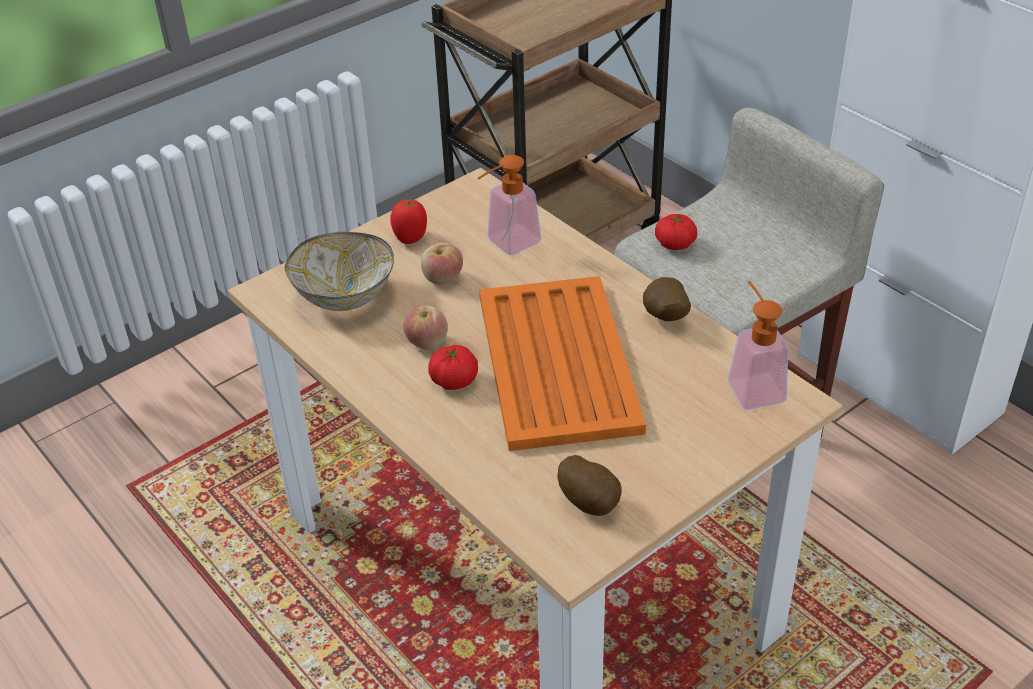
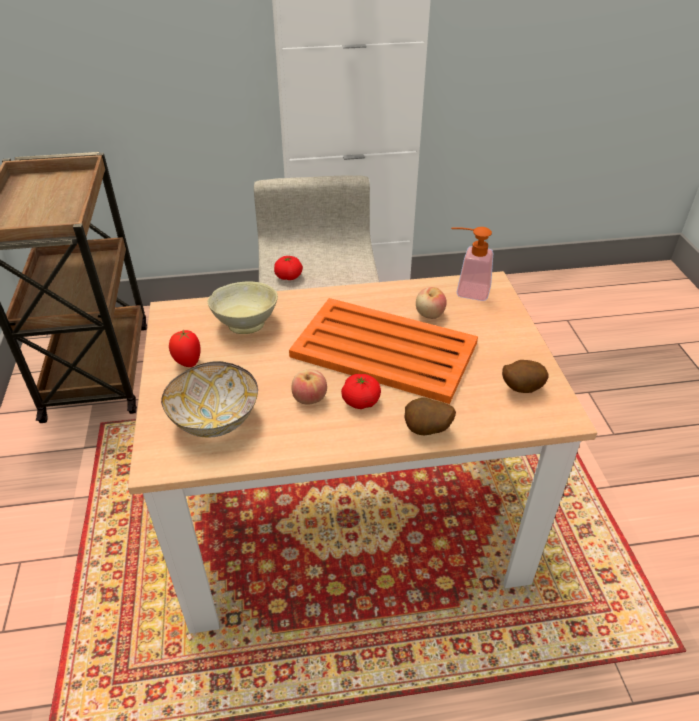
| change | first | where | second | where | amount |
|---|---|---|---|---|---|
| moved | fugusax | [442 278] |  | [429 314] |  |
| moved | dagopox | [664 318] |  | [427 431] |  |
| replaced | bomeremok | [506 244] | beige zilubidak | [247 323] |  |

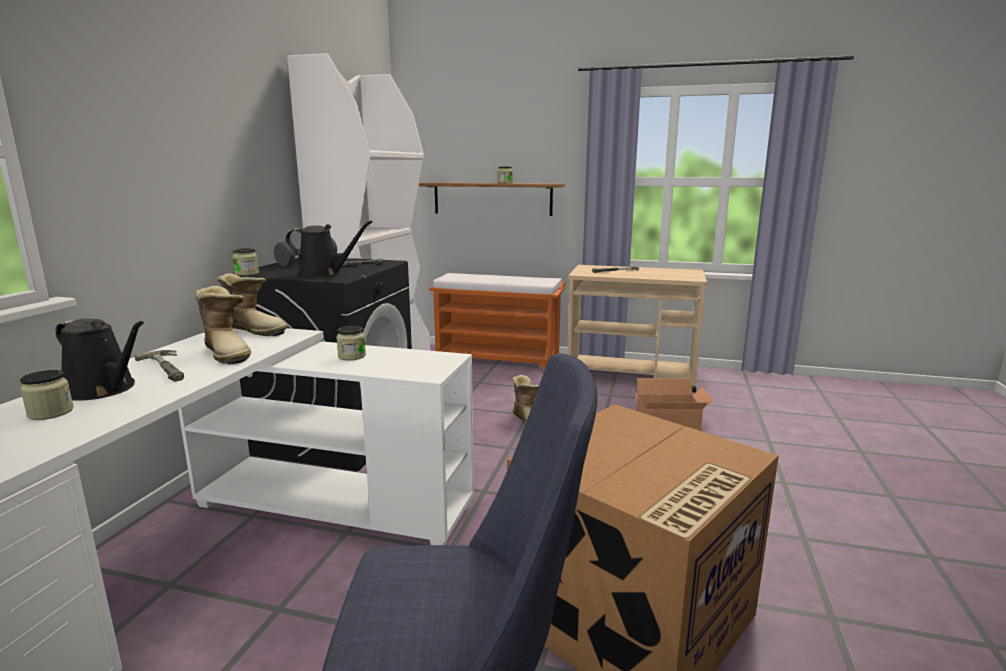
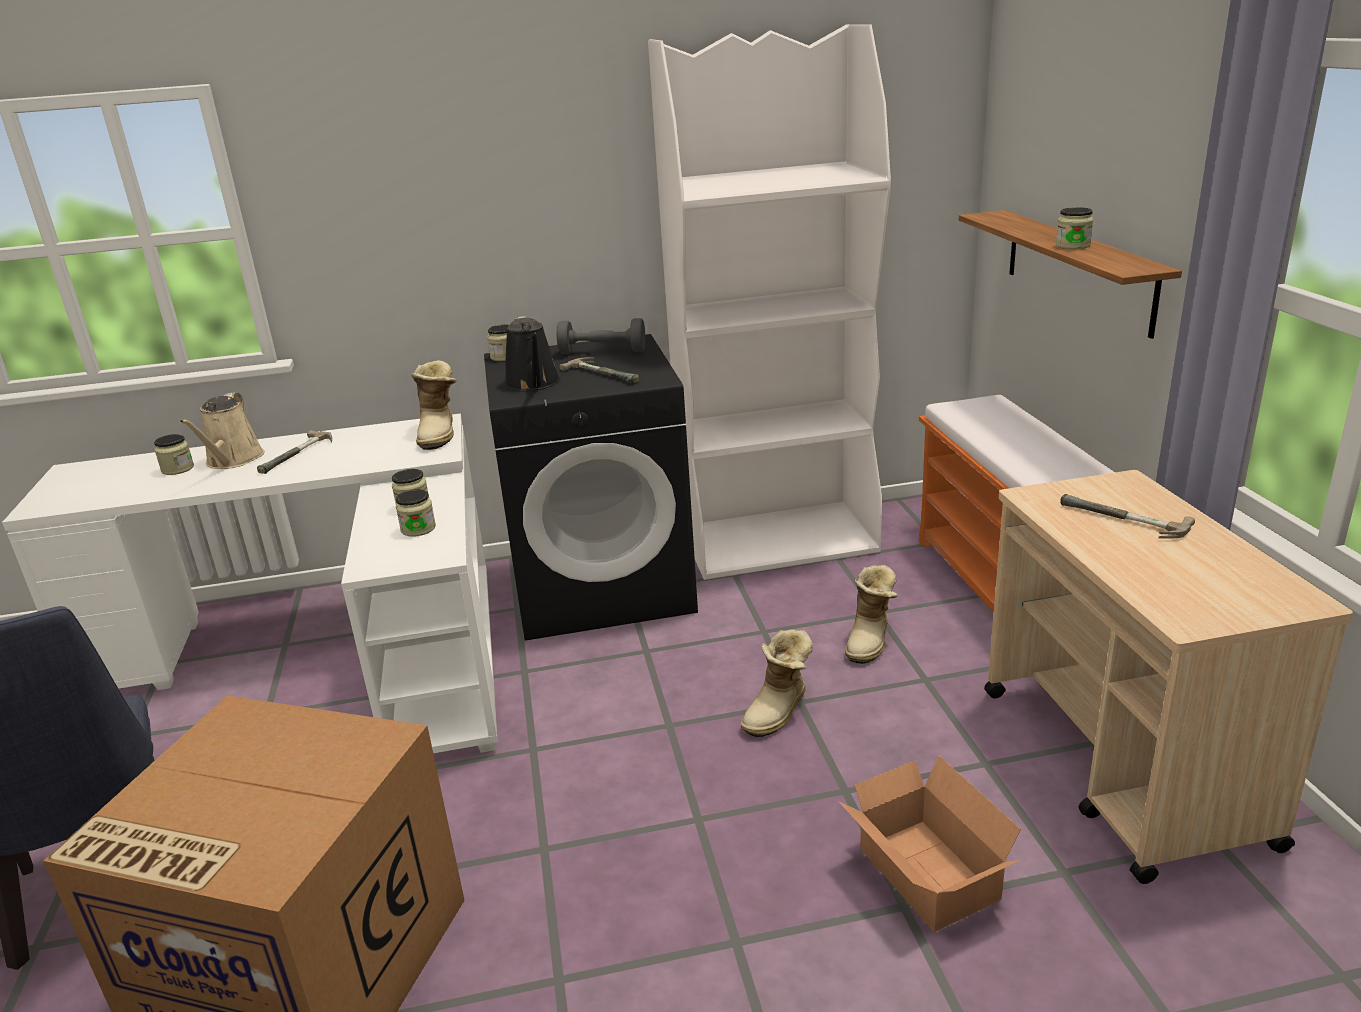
| change | first | where | second | where | amount |
|---|---|---|---|---|---|
| added |  |  | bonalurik | [418 529] |  |
| moved | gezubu | [228 353] |  | [871 641] |  |
| recoloured | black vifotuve | [104 390] | beige vifotuve | [232 460] |  |

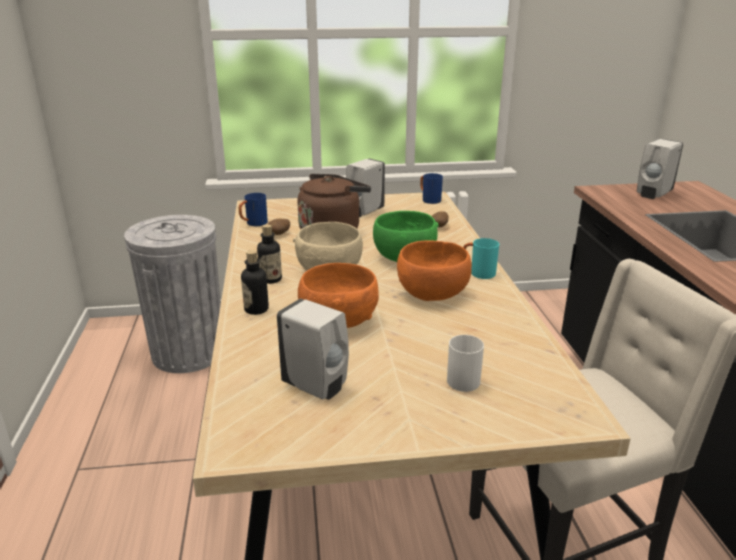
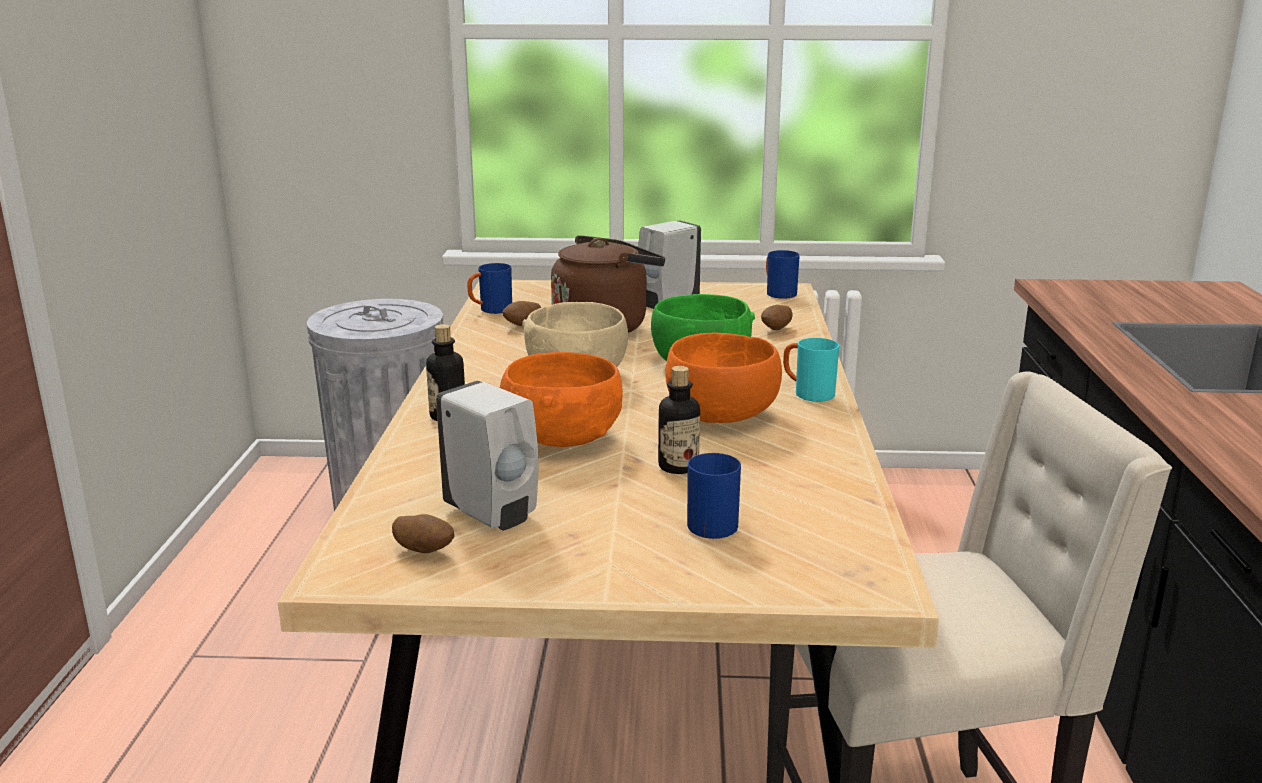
| change | first | where | second | where | amount |
|---|---|---|---|---|---|
| removed | white bomeremok | [653 194] |  |  |  |
| added |  |  | dagopox | [424 552] |  |
| moved | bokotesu | [270 279] |  | [678 467] |  |
| recoloured | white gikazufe | [463 378] | blue gikazufe | [716 522] |  |

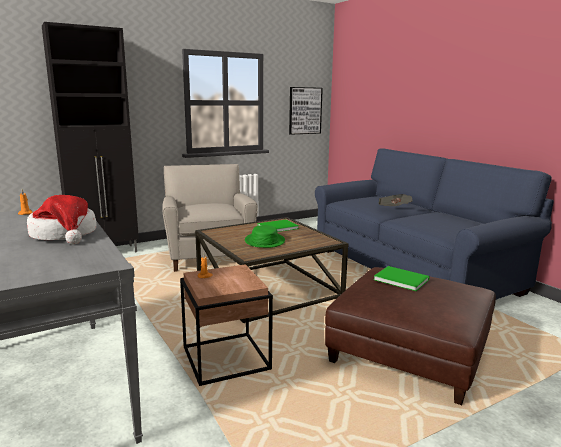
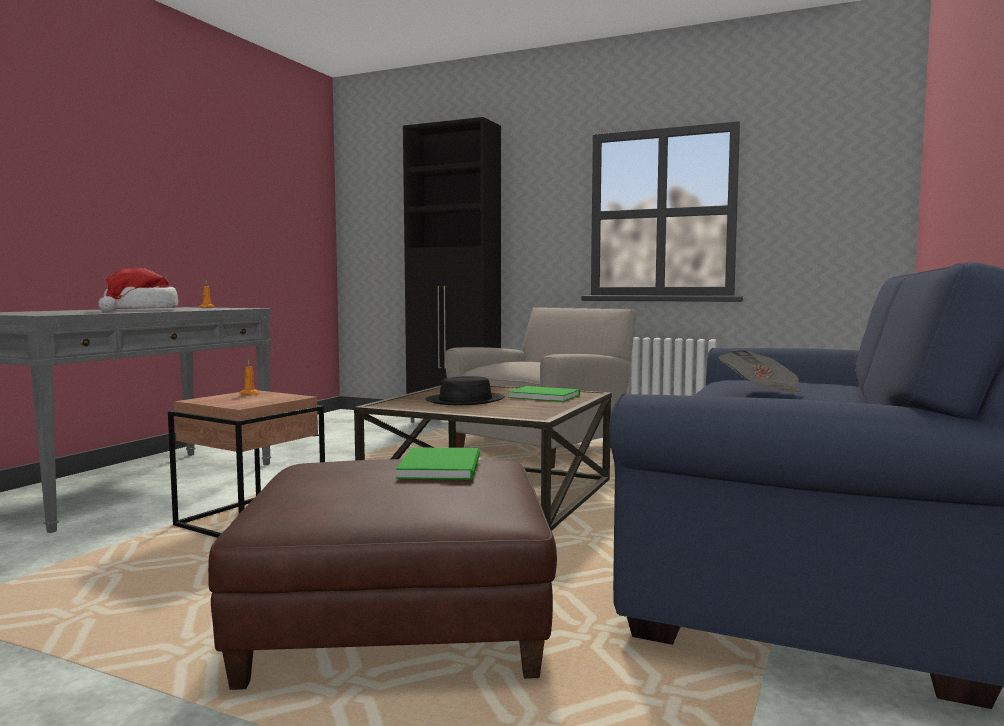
| change | first | where | second | where | amount |
|---|---|---|---|---|---|
| removed | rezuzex | [305 110] |  |  |  |
| recoloured | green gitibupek | [264 241] | black gitibupek | [465 400] |  |

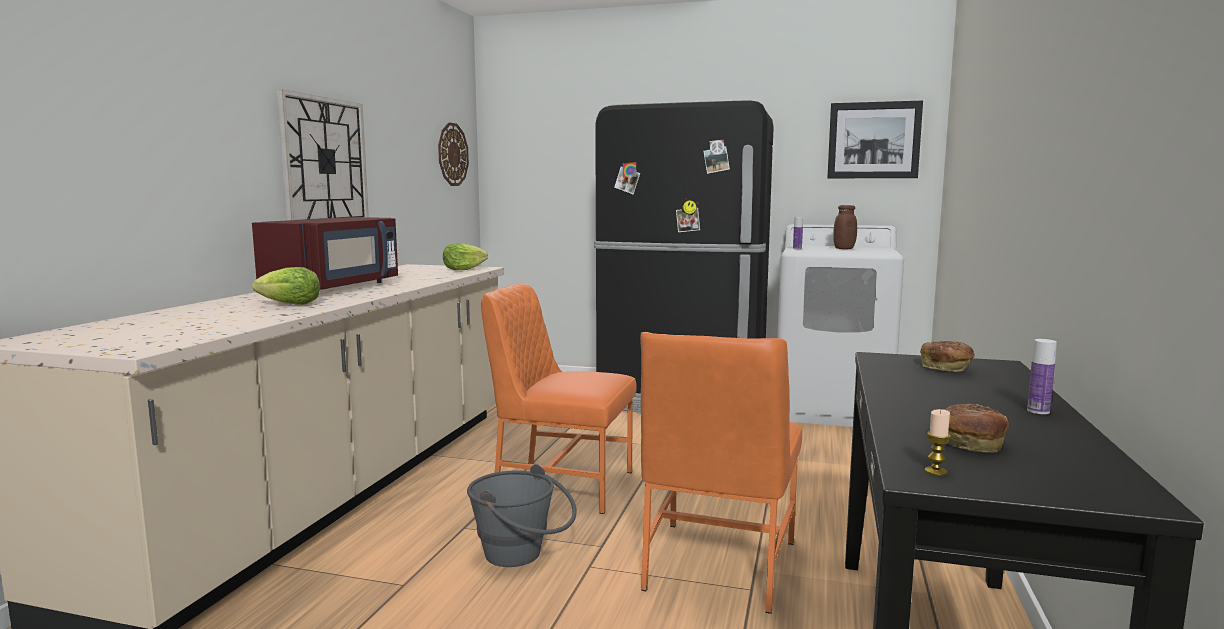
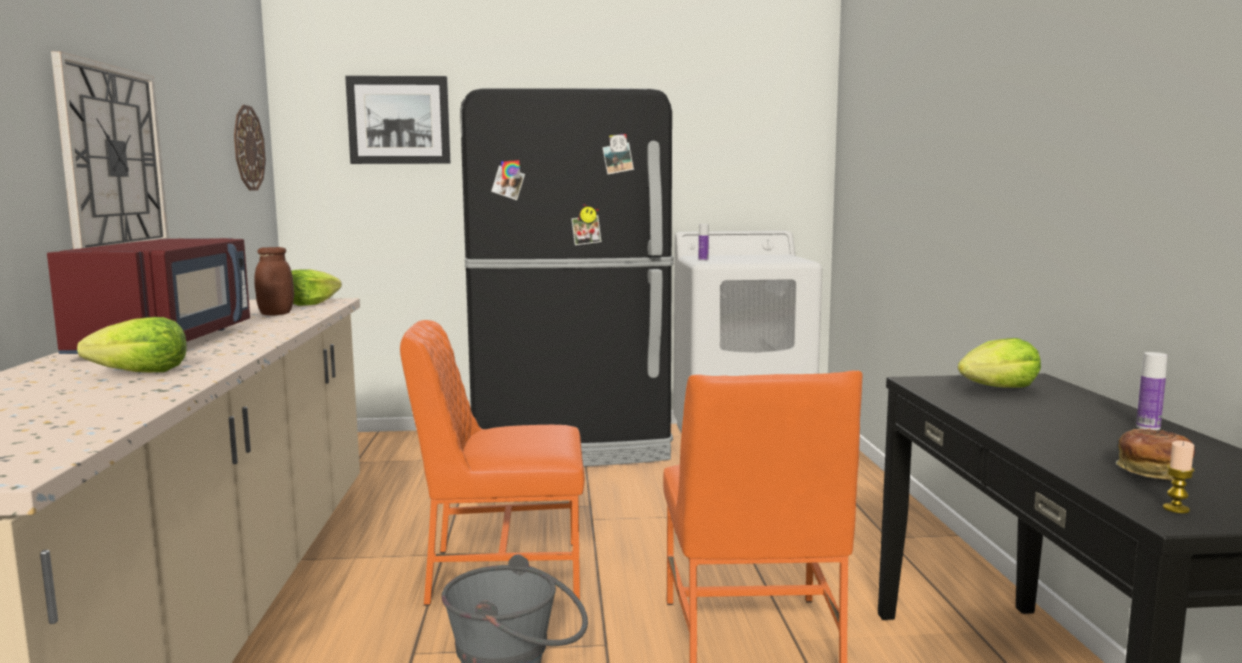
| change | first | where | second | where | amount |
|---|---|---|---|---|---|
| moved | rezuzex | [873 140] |  | [398 120] |  |
| moved | brown bonalurik | [844 248] |  | [276 314] |  |
| replaced | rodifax | [946 368] | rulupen | [999 388] |  |

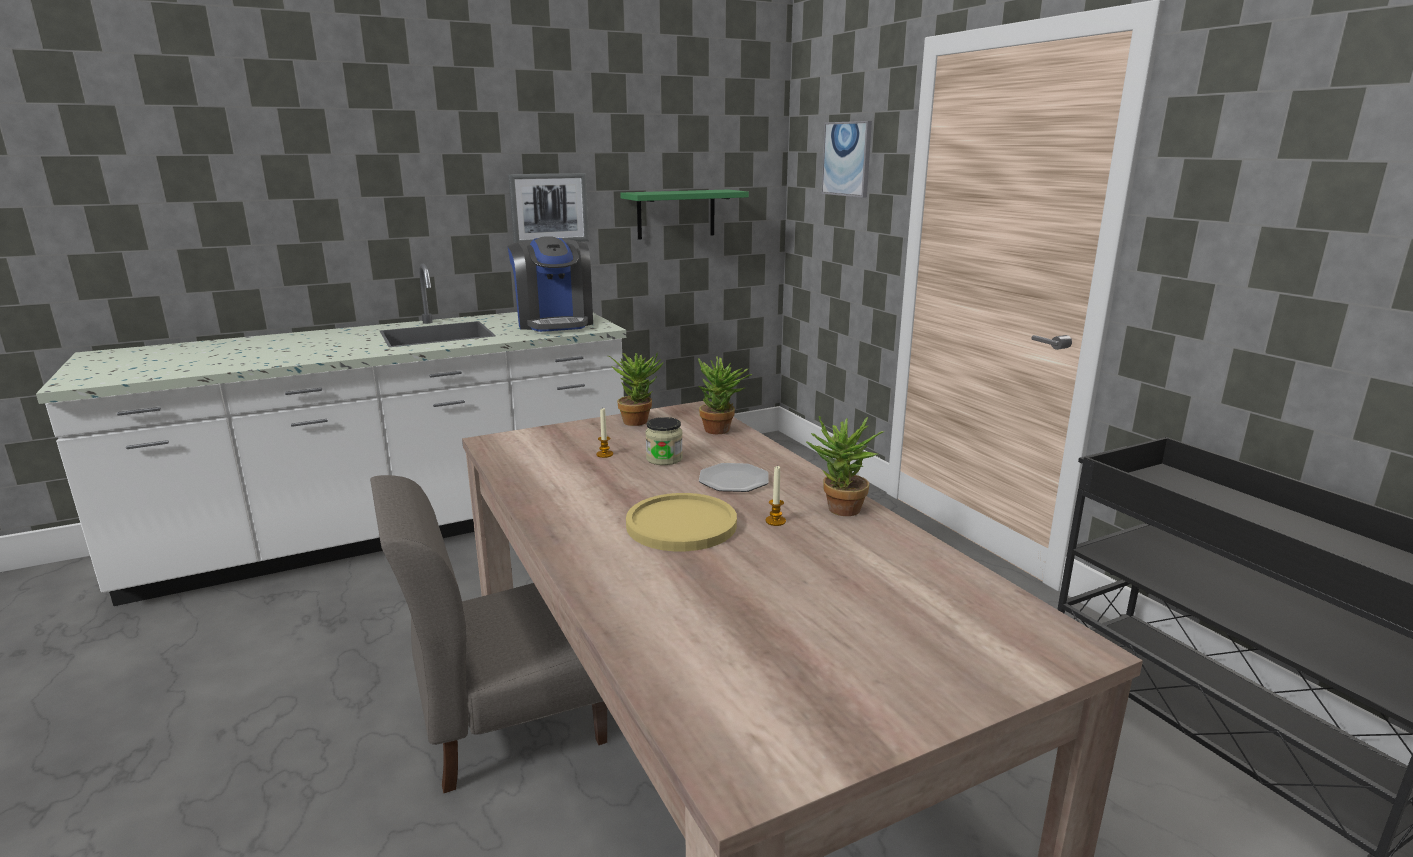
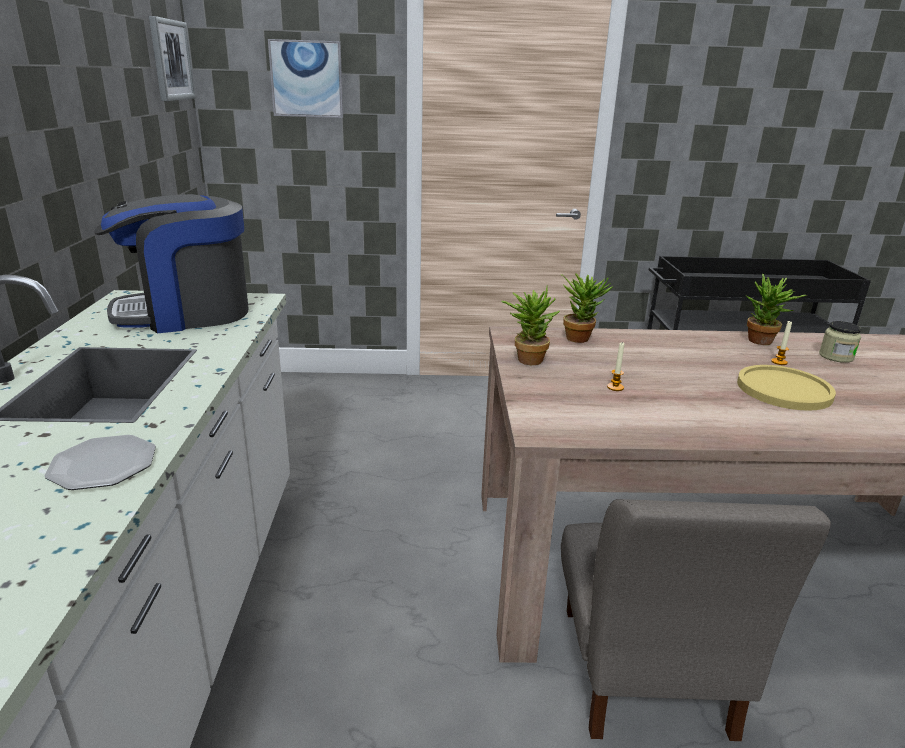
| change | first | where | second | where | amount |
|---|---|---|---|---|---|
| removed | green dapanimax | [676 214] |  |  |  |
| moved | rezuzex | [549 208] |  | [171 60] |  |
| moved | bonalurik | [664 459] |  | [836 356] |  |
| moved | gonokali | [733 480] |  | [102 465] |  |
| turned | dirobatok | [554 323] |  | [186 313] | 150 degrees clockwise |

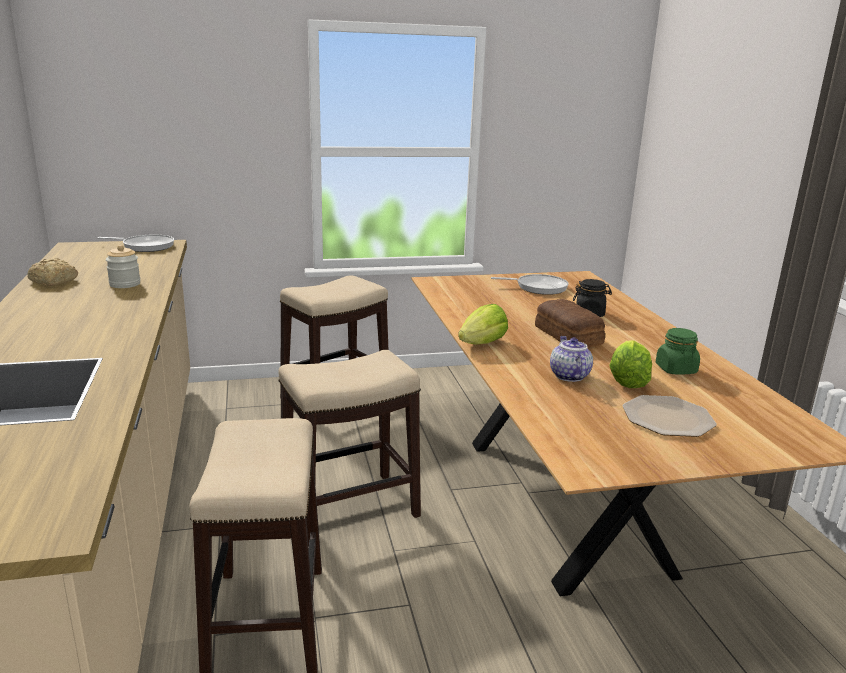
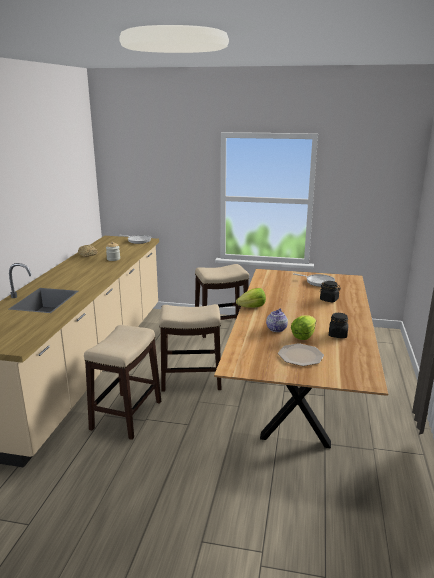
| change | first | where | second | where | amount |
|---|---|---|---|---|---|
| removed | rodifax | [567 336] |  |  |  |
| recoloured | green bonalurik | [675 369] | black bonalurik | [337 334] |  |

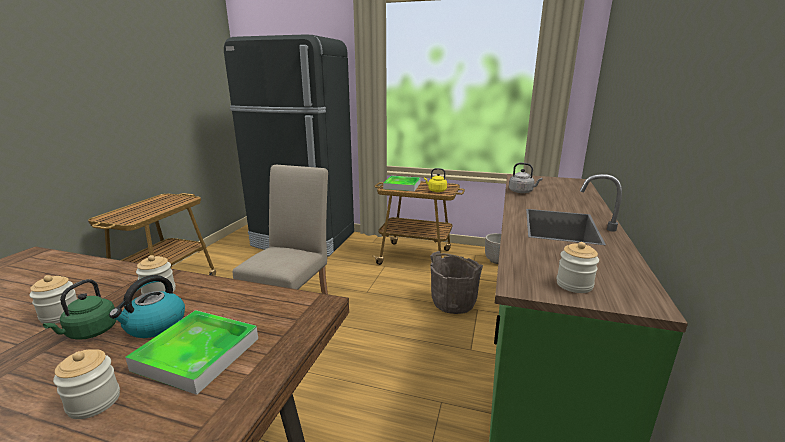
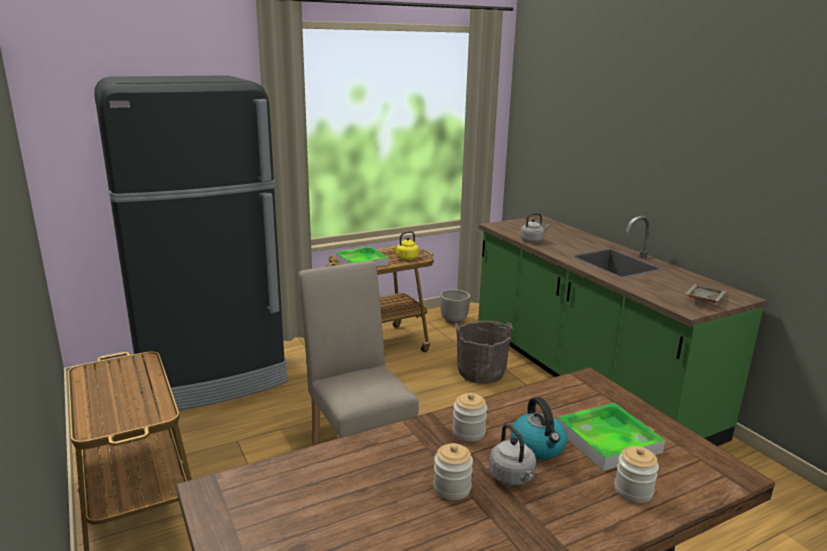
| change | first | where | second | where | amount |
|---|---|---|---|---|---|
| replaced | bonalurik | [574 285] | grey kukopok | [703 299] |  |
| recoloured | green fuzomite | [90 332] | grey fuzomite | [512 478] |  |

